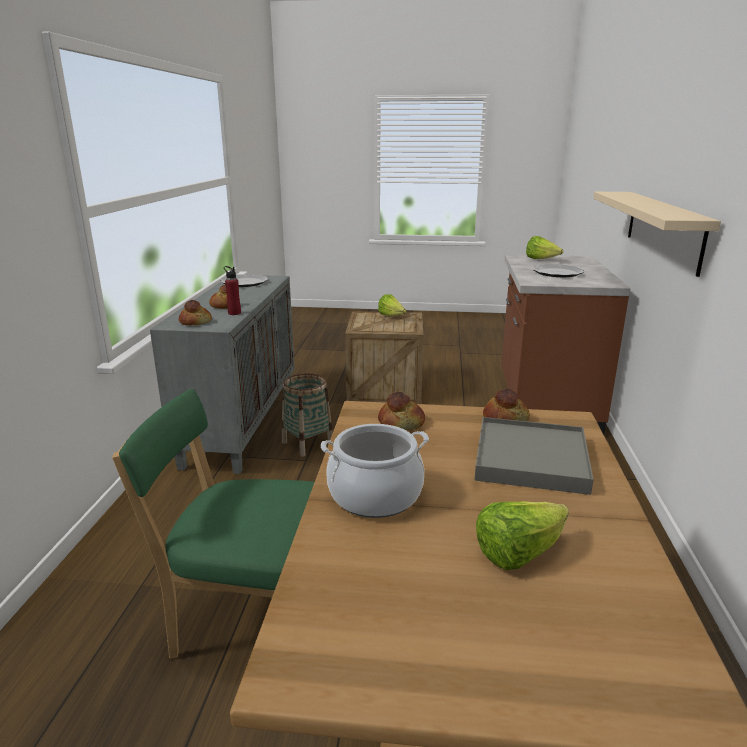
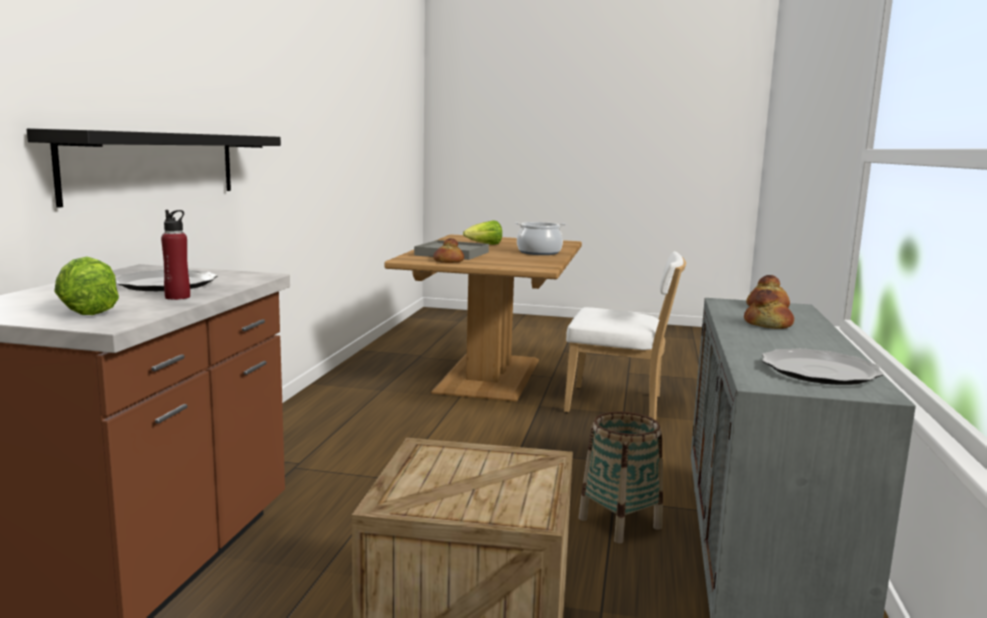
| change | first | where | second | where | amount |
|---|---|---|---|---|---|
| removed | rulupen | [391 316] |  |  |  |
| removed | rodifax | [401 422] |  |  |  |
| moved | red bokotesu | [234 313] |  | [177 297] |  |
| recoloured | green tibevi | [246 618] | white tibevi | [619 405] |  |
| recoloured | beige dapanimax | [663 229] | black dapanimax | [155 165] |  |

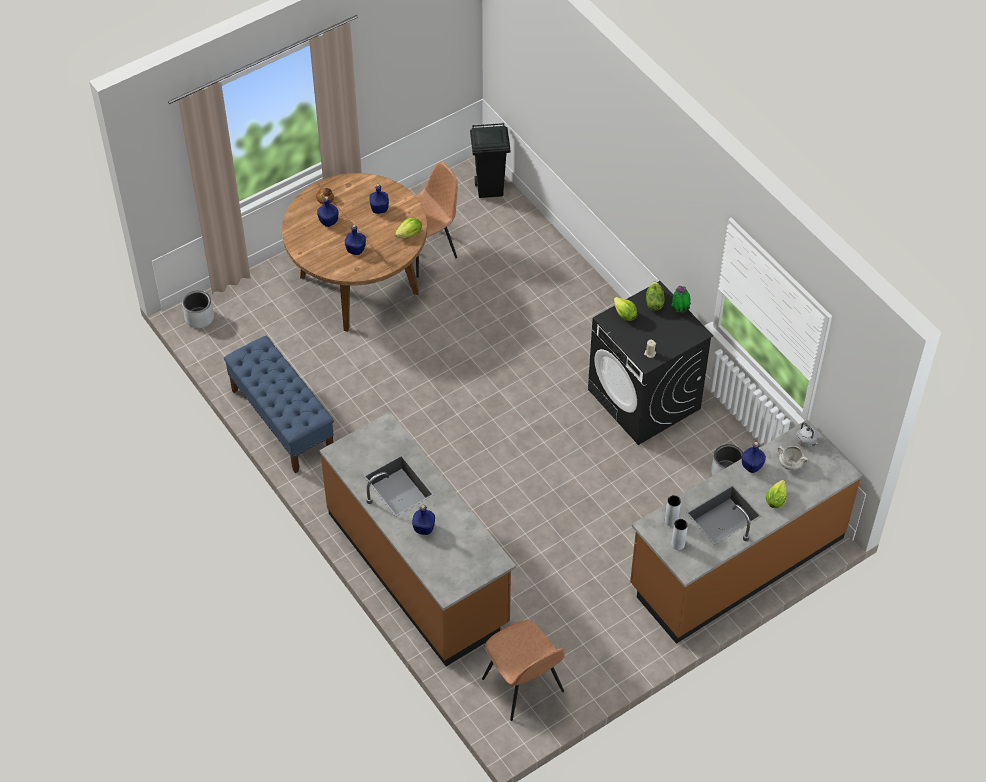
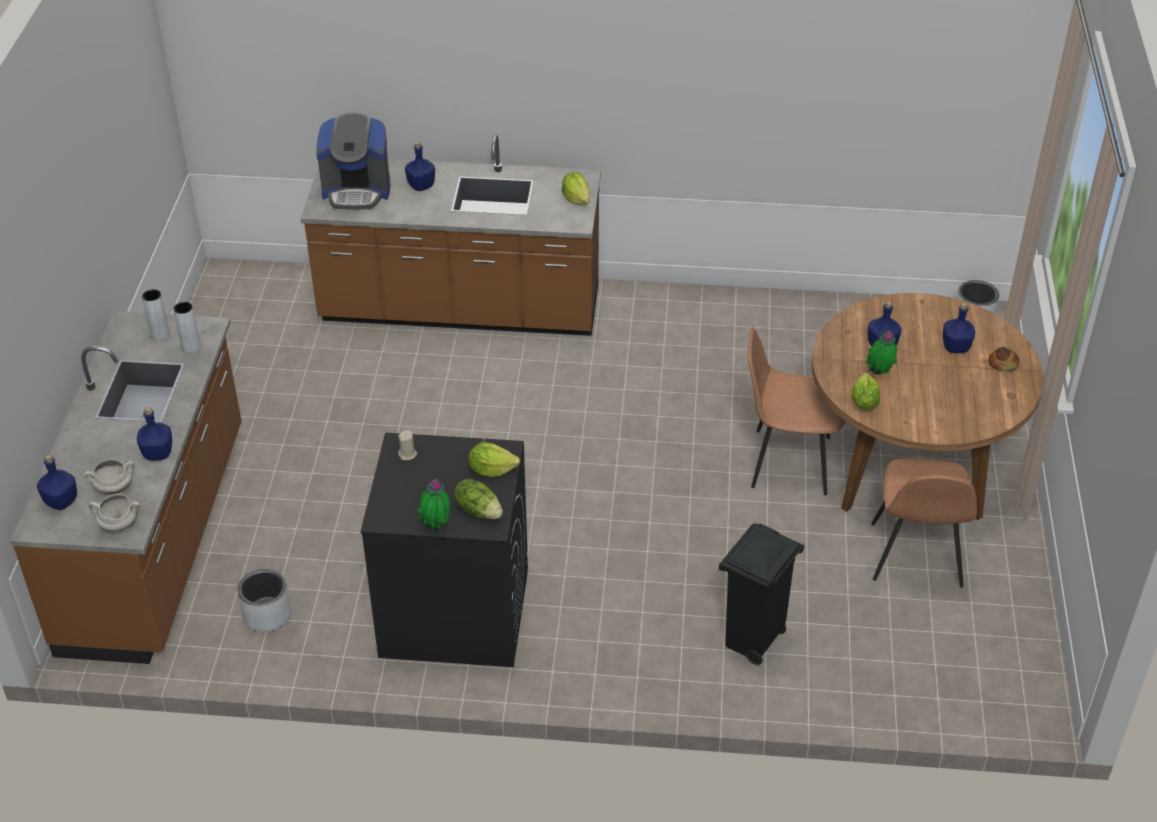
| change | first | where | second | where | amount |
|---|---|---|---|---|---|
| removed | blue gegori | [282 420] |  |  |  |
| added |  |  | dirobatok | [357 191] |  |
| added |  |  | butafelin | [879 374] |  |
| moved | blue bokotesu | [379 208] |  | [62 501] |  |
| moved | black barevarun | [490 189] |  | [753 642] |  |
| moved | brown tibevi | [524 687] |  | [787 461] |  |
| moved | rulupen | [775 500] |  | [576 199] |  |
| replaced | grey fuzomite | [806 441] | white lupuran | [118 525] |  |

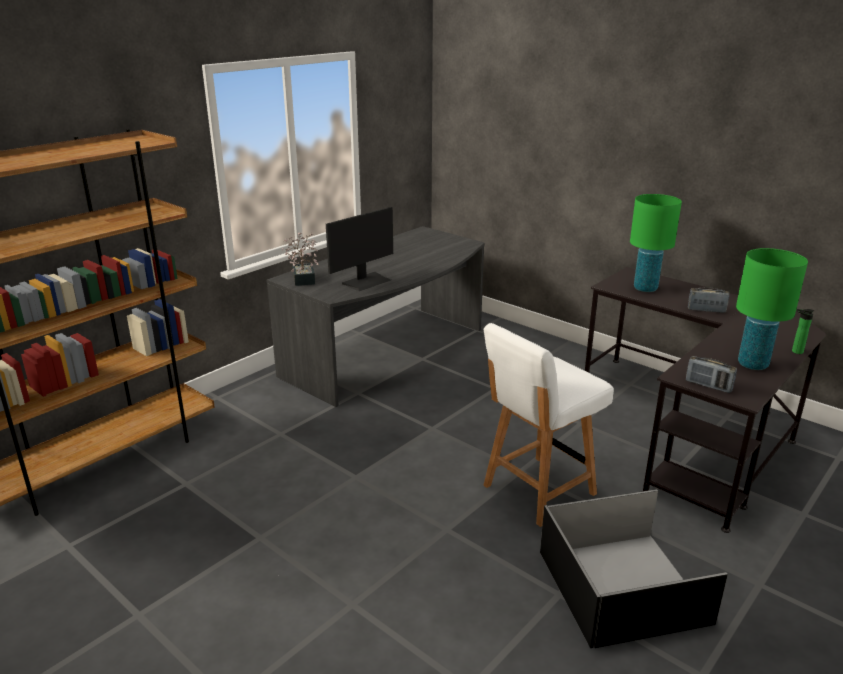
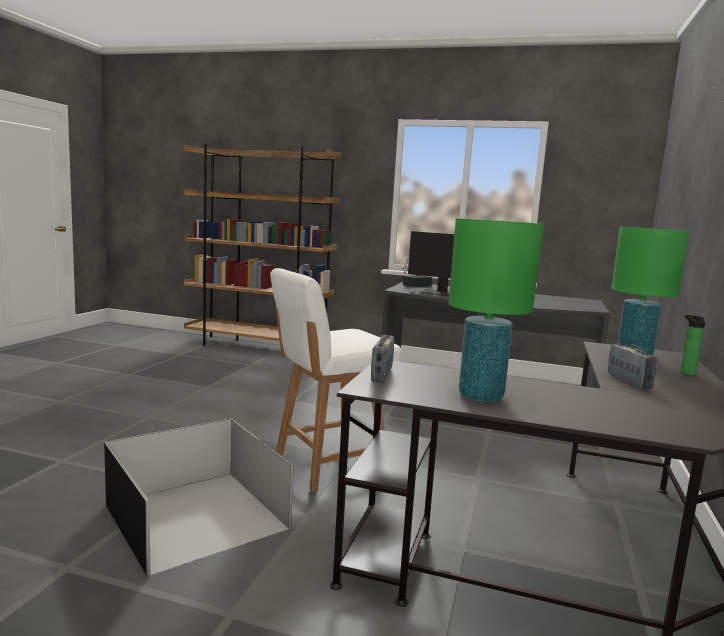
| change | first | where | second | where | amount |
|---|---|---|---|---|---|
| moved | bokotesu | [795 351] |  | [686 373] |  |
| turned | white tibevi | [537 491] |  | [327 465] | 60 degrees counterclockwise |

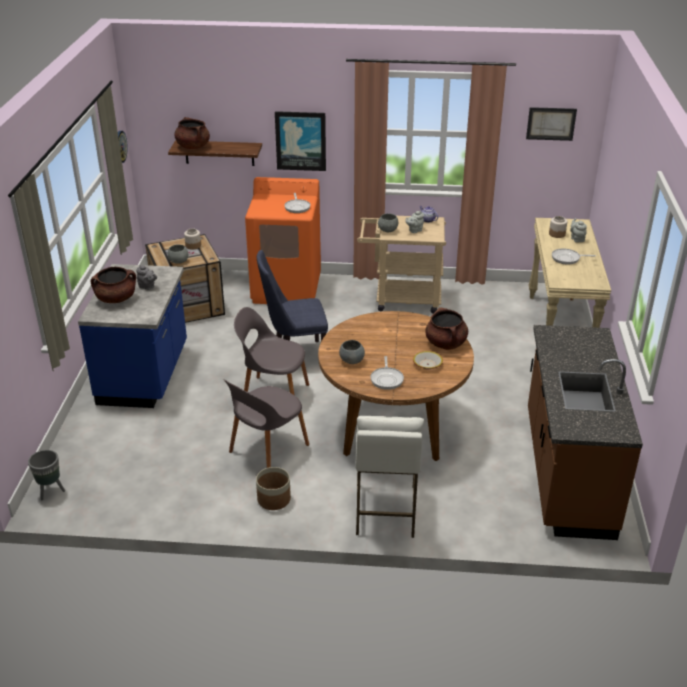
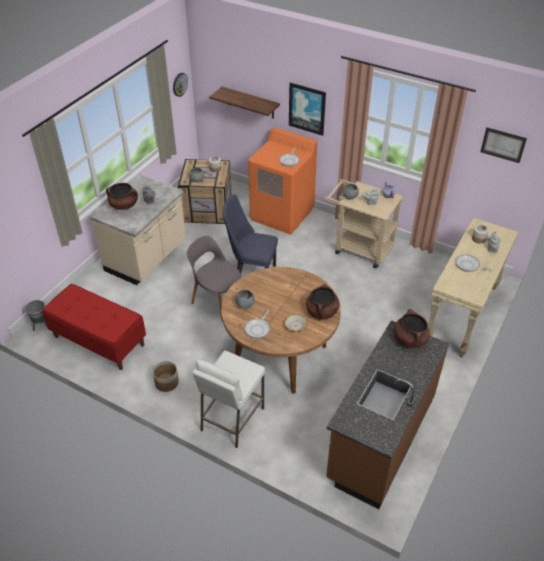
| change | first | where | second | where | amount |
|---|---|---|---|---|---|
| removed | grey tibevi | [267 450] |  |  |  |
| added |  |  | red gegori | [99 341] |  |
| moved | brown lupuran | [193 146] |  | [409 339] |  |
| recoloured | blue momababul | [145 375] | beige momababul | [147 257] |  |

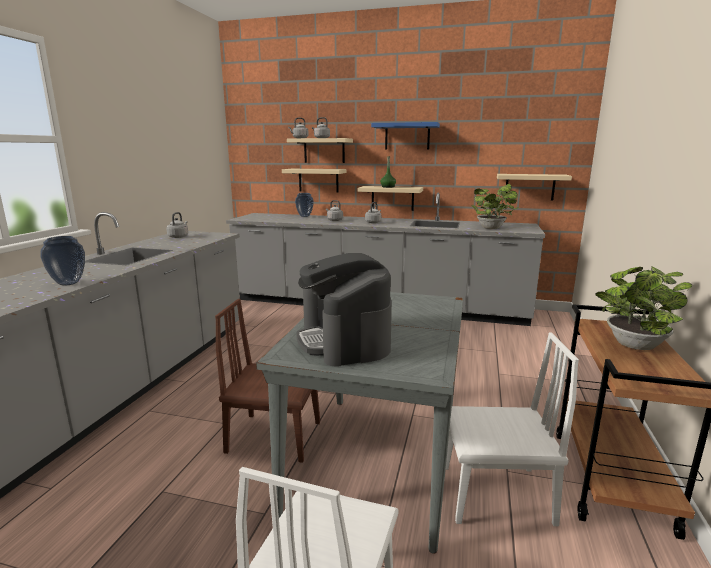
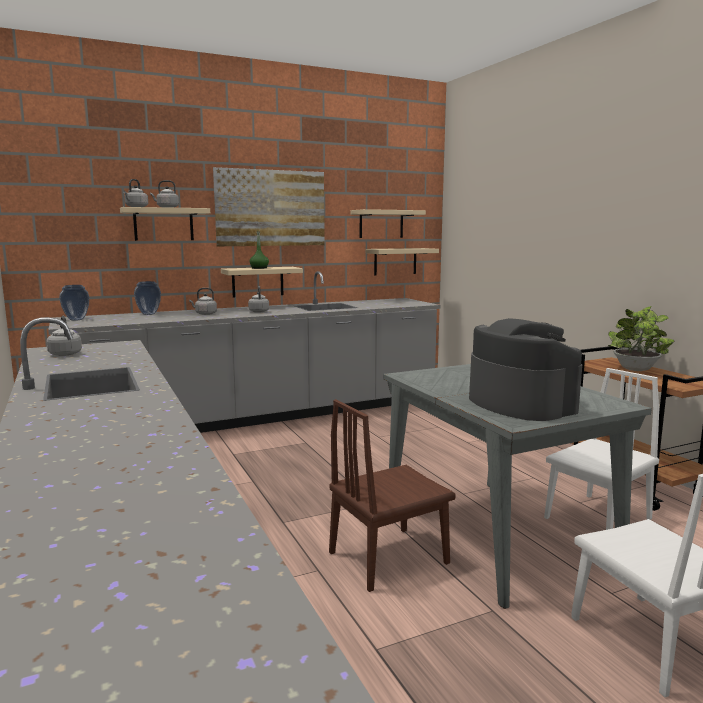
| change | first | where | second | where | amount |
|---|---|---|---|---|---|
| removed | butafelin | [492 228] |  |  |  |
| moved | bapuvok | [69 283] |  | [77 319] |  |
| moved | beige dapanimax | [318 180] |  | [381 224] |  |
| replaced | blue dapanimax | [407 136] | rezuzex | [271 208] |  |
| turned | dirobatok | [344 340] |  | [519 403] | 150 degrees counterclockwise |

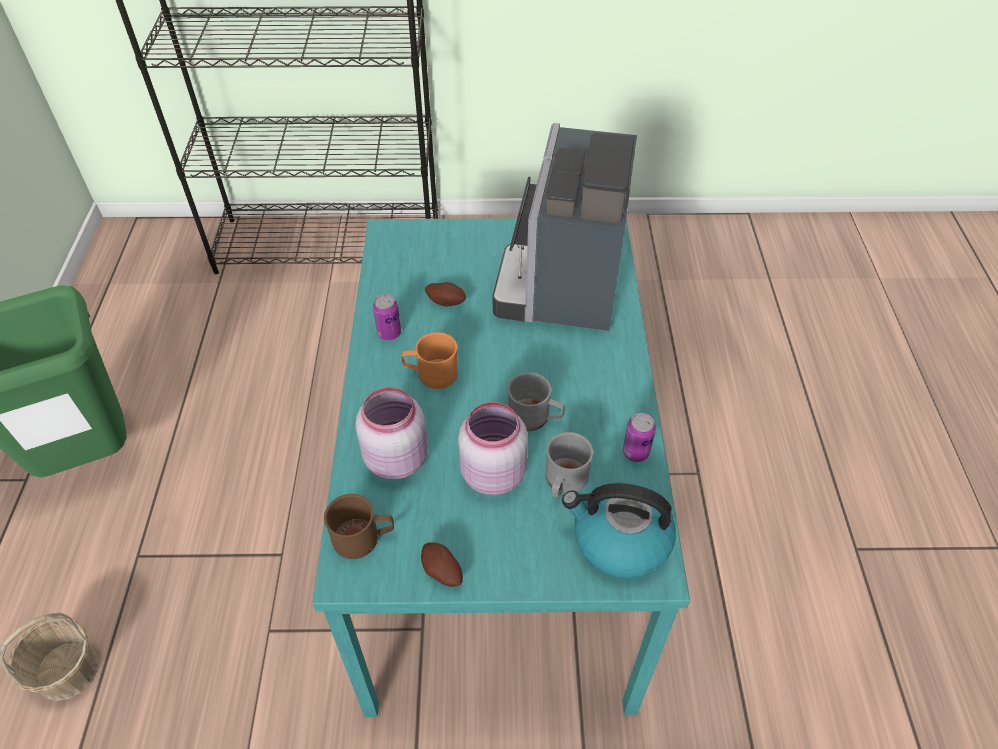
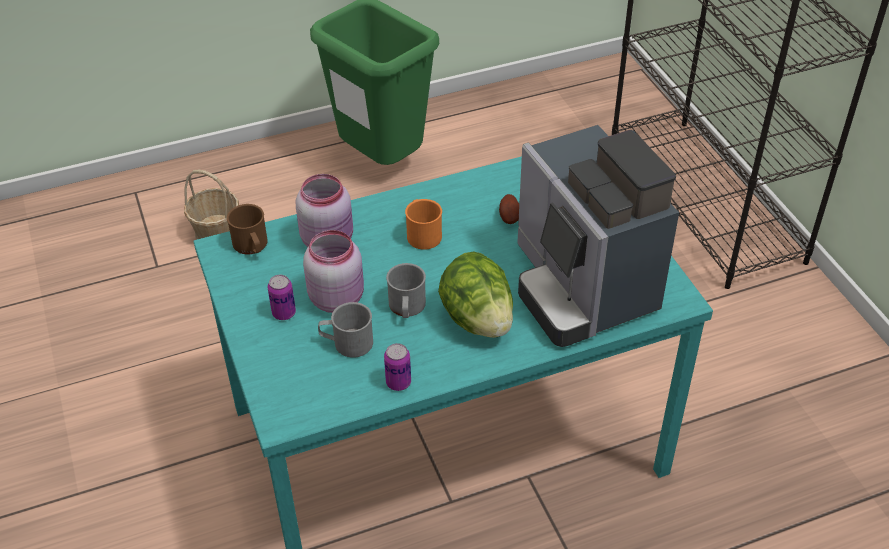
| change | first | where | second | where | amount |
|---|---|---|---|---|---|
| removed | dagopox | [441 572] |  |  |  |
| removed | fuzomite | [619 540] |  |  |  |
| added |  |  | rulupen | [477 319] |  |
| moved | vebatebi | [389 333] |  | [284 313] |  |
| turned | dirobatok | [564 283] |  | [581 287] | 105 degrees counterclockwise |

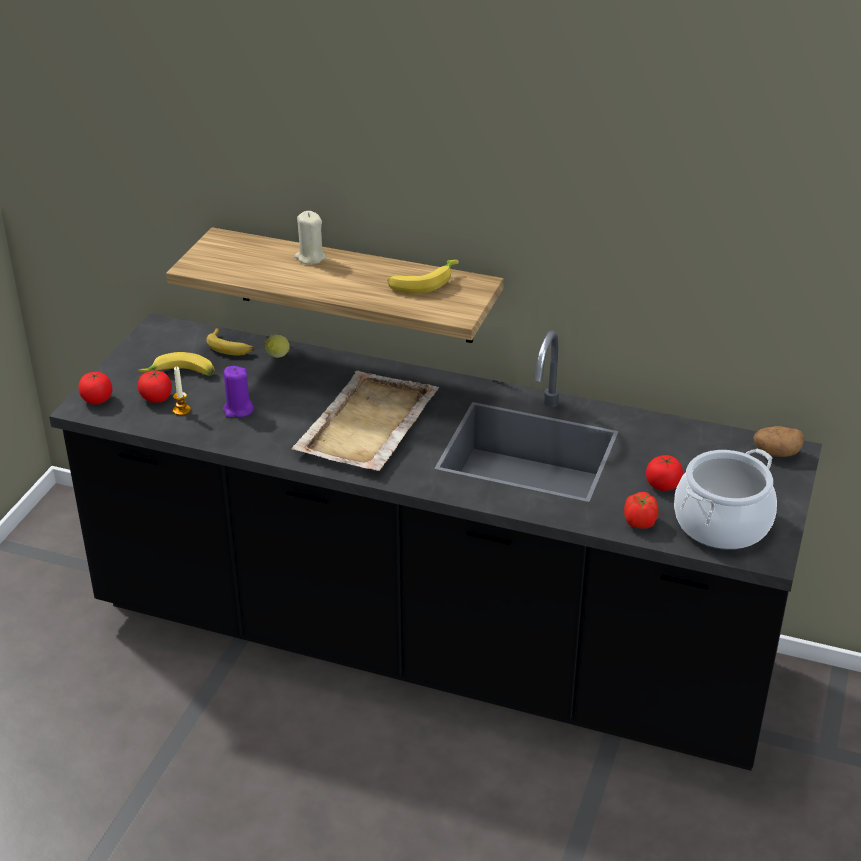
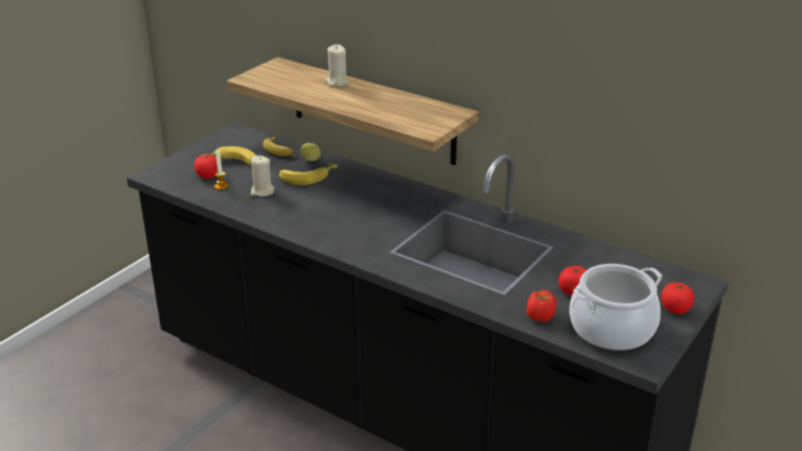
| change | first | where | second | where | amount |
|---|---|---|---|---|---|
| removed | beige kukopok | [366 425] |  |  |  |
| removed | dagopox | [776 453] |  |  |  |
| moved | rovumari | [97 399] |  | [675 309] |  |
| moved | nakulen | [422 283] |  | [307 178] |  |
| recoloured | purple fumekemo | [238 410] | beige fumekemo | [262 191] |  |

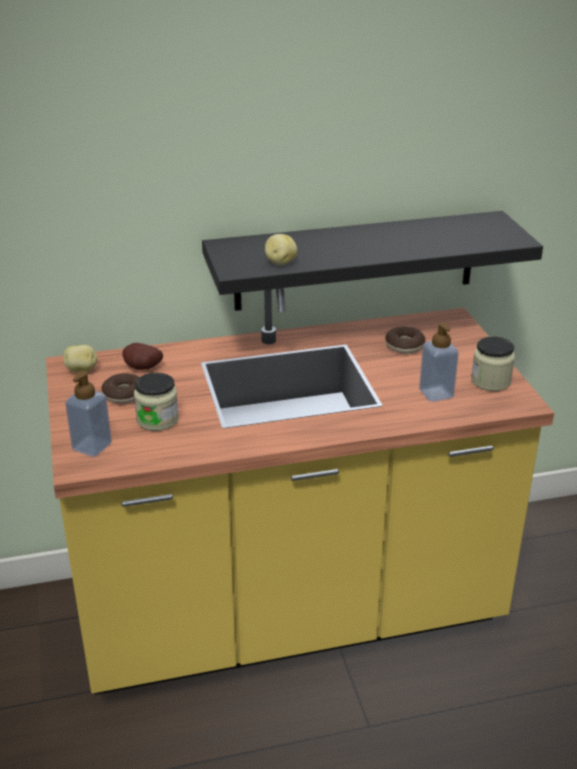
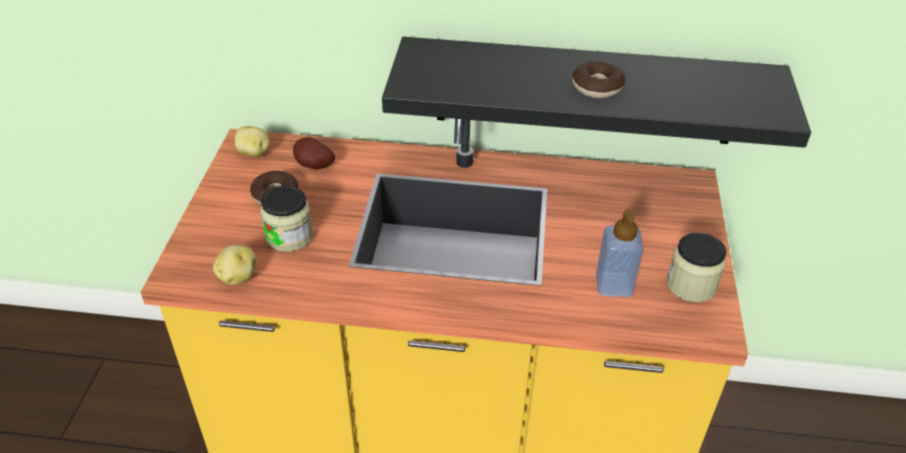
| change | first | where | second | where | amount |
|---|---|---|---|---|---|
| removed | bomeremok | [92 446] |  |  |  |
| moved | dagopox | [280 262] |  | [237 277] |  |
| moved | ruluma | [404 346] |  | [597 87] |  |

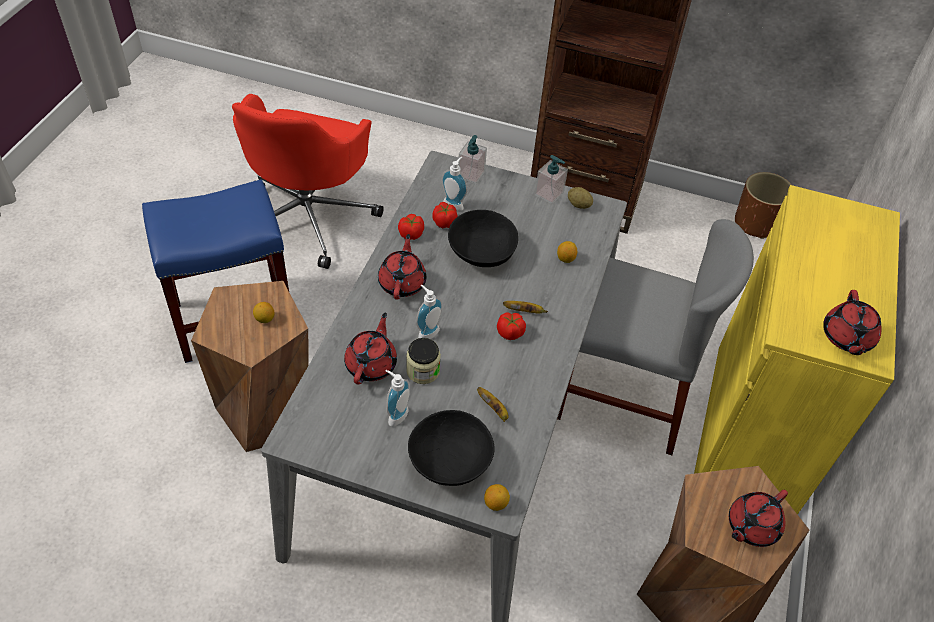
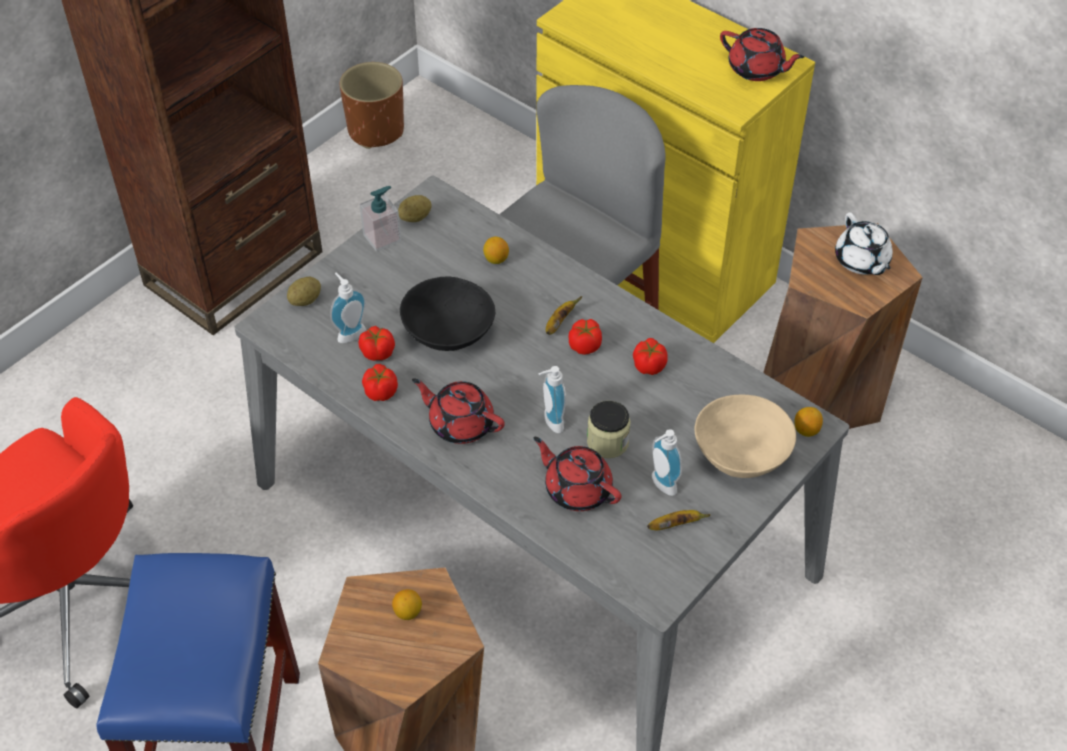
| change | first | where | second | where | amount |
|---|---|---|---|---|---|
| added |  |  | rovumari | [649 365] |  |
| moved | nakulen | [494 409] |  | [675 525] |  |
| replaced | bomeremok | [471 174] | dagopox | [305 300] |  |
| recoloured | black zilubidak | [450 462] | beige zilubidak | [742 453] |  |
| recoloured | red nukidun | [751 526] | white nukidun | [862 261] |  |

